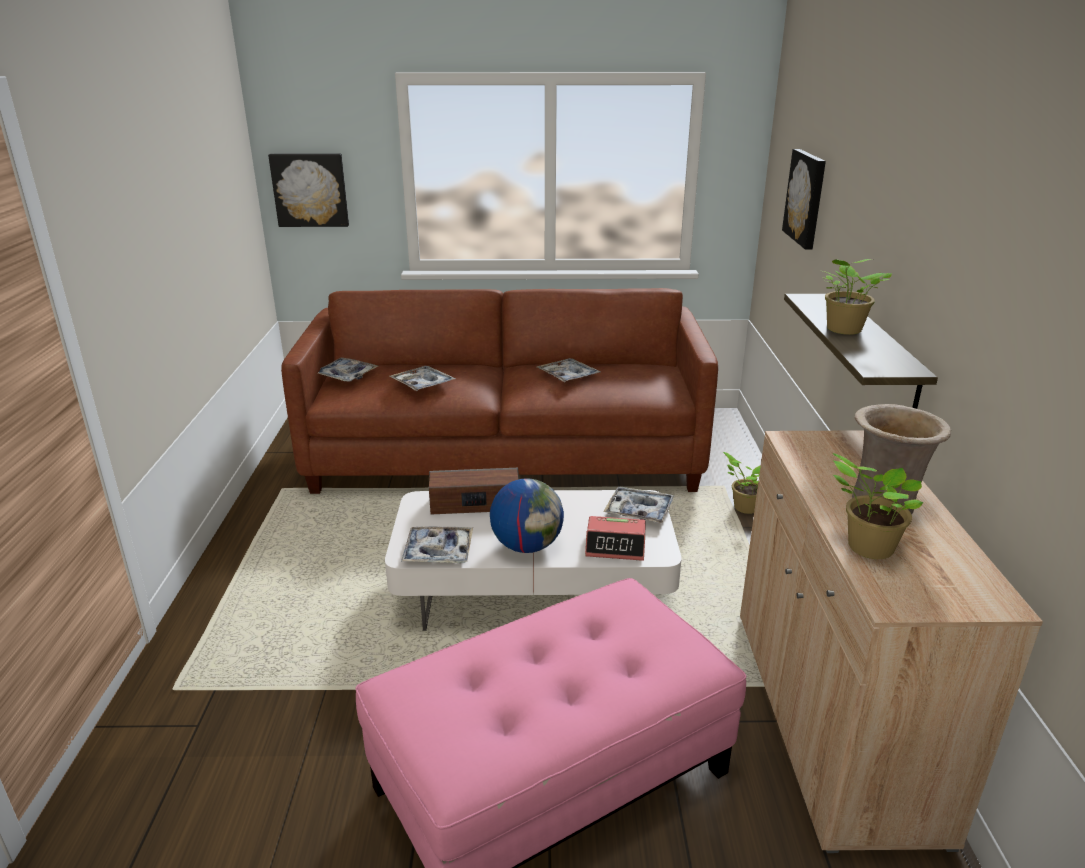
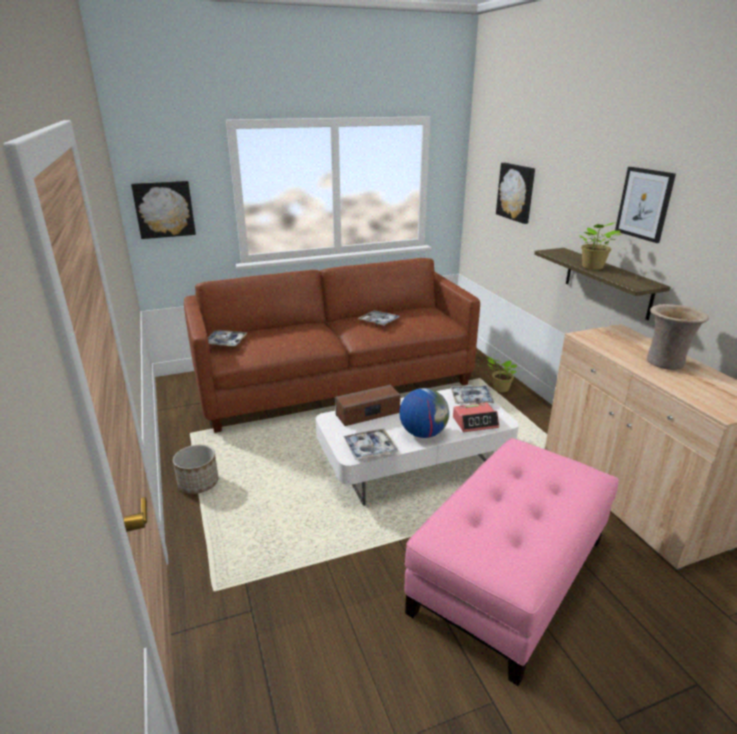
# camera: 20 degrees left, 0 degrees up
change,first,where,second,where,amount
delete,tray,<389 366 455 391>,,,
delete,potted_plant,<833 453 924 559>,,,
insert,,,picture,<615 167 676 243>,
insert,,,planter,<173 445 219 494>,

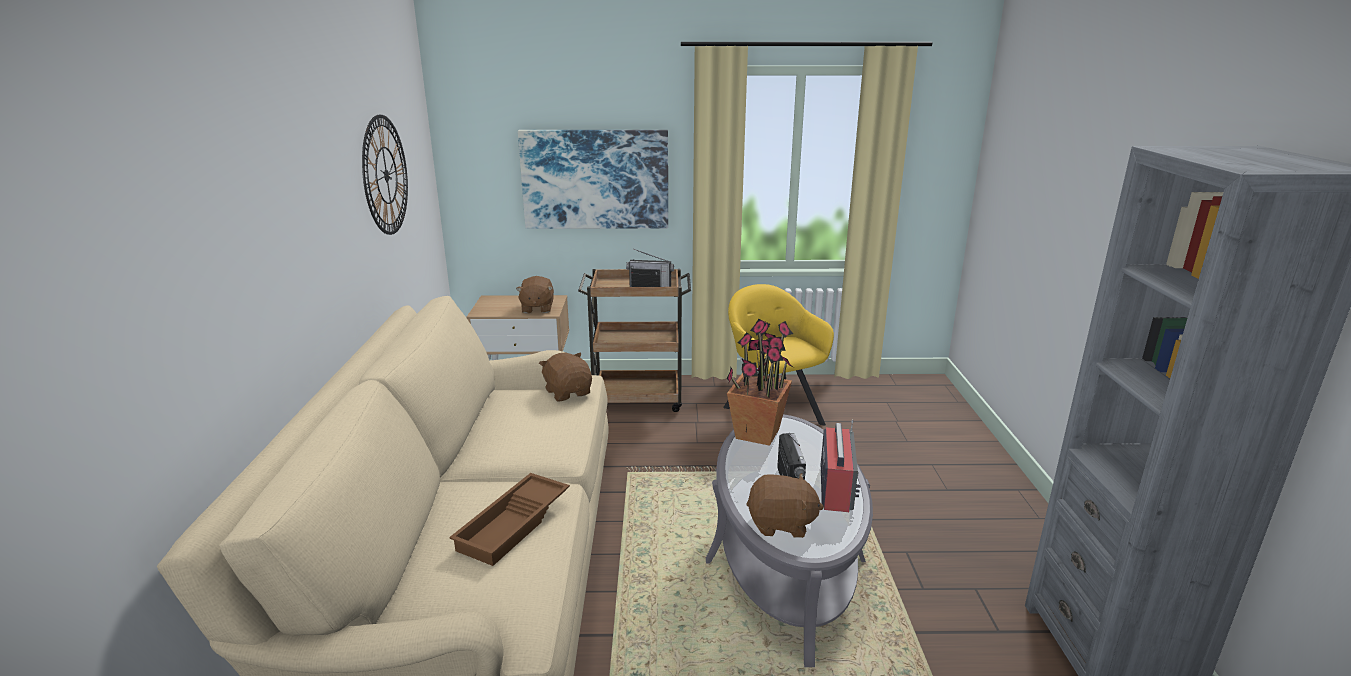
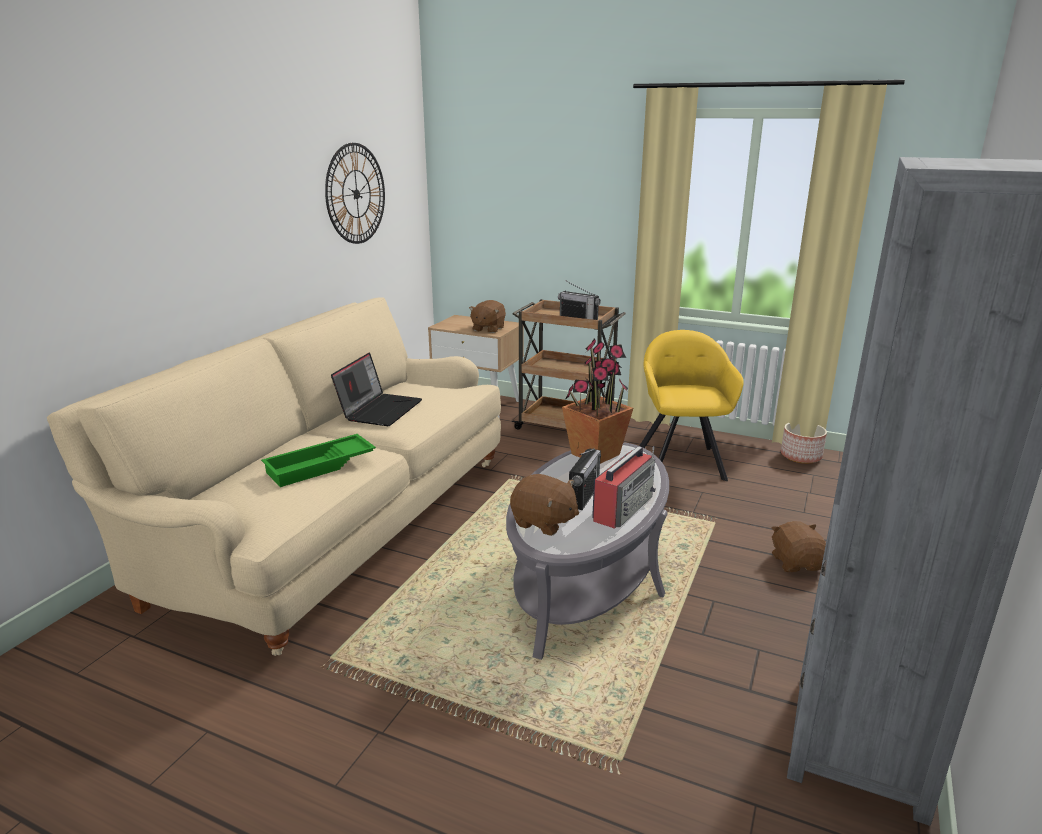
# camera: 25 degrees right, 0 degrees up
change,first,where,second,where,amount
delete,picture,<518 130 668 229>,,,
move,brown_plush_toy,<539 352 592 402>,,<772 521 826 572>,
recolor,brown_tray,<449 473 570 566>,green_tray,<261 434 376 487>,
insert,,,laptop,<331 352 422 426>,
insert,,,planter,<781 423 827 464>,

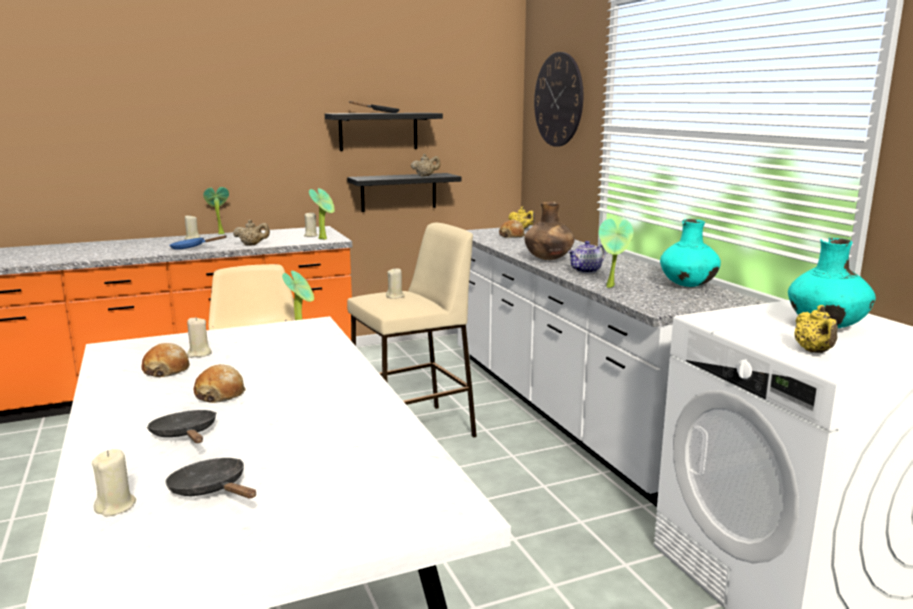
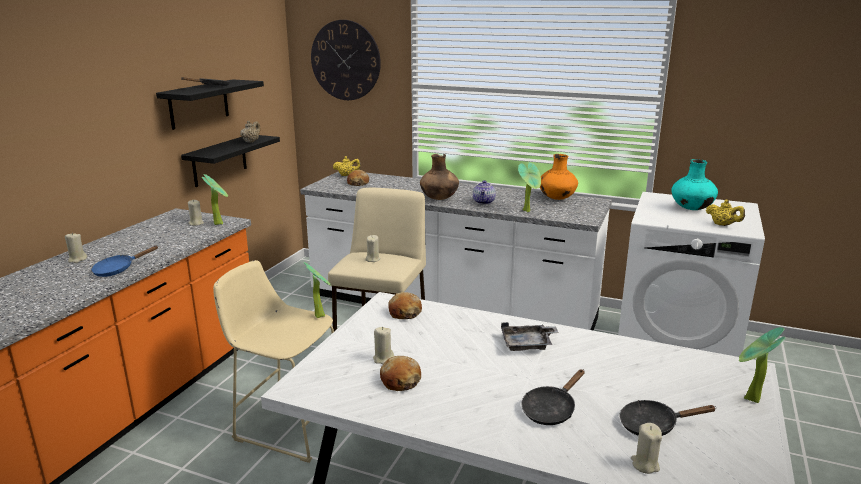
# camera: 45 degrees left, 5 degrees up
change,first,where,second,where,amount
move,potted_plant,<203 187 229 234>,,<739 327 785 403>,
recolor,turquoise_vase,<660 219 721 287>,orange_vase,<540 154 578 200>,
delete,beige_teapot,<233 220 270 246>,,,
move,bread,<193 364 246 403>,,<388 292 422 319>,
rotate,black_frying_pan,<147 410 217 443>,,<521 369 585 425>,60 degrees counterclockwise
insert,,,grey_tray,<501 322 558 351>,

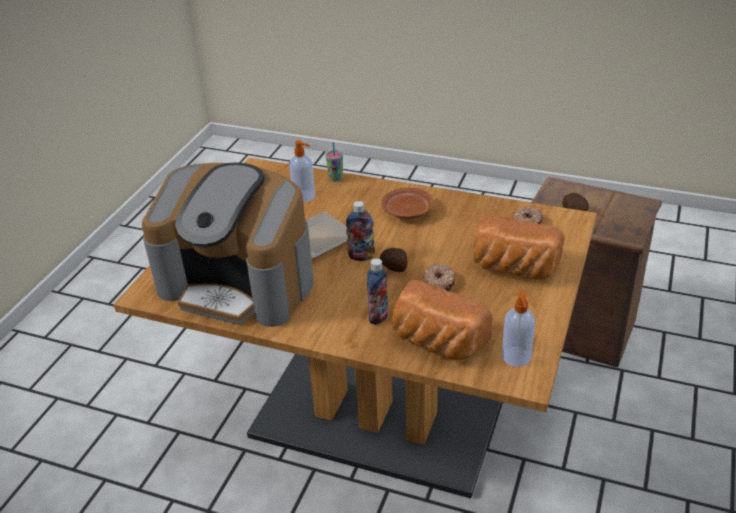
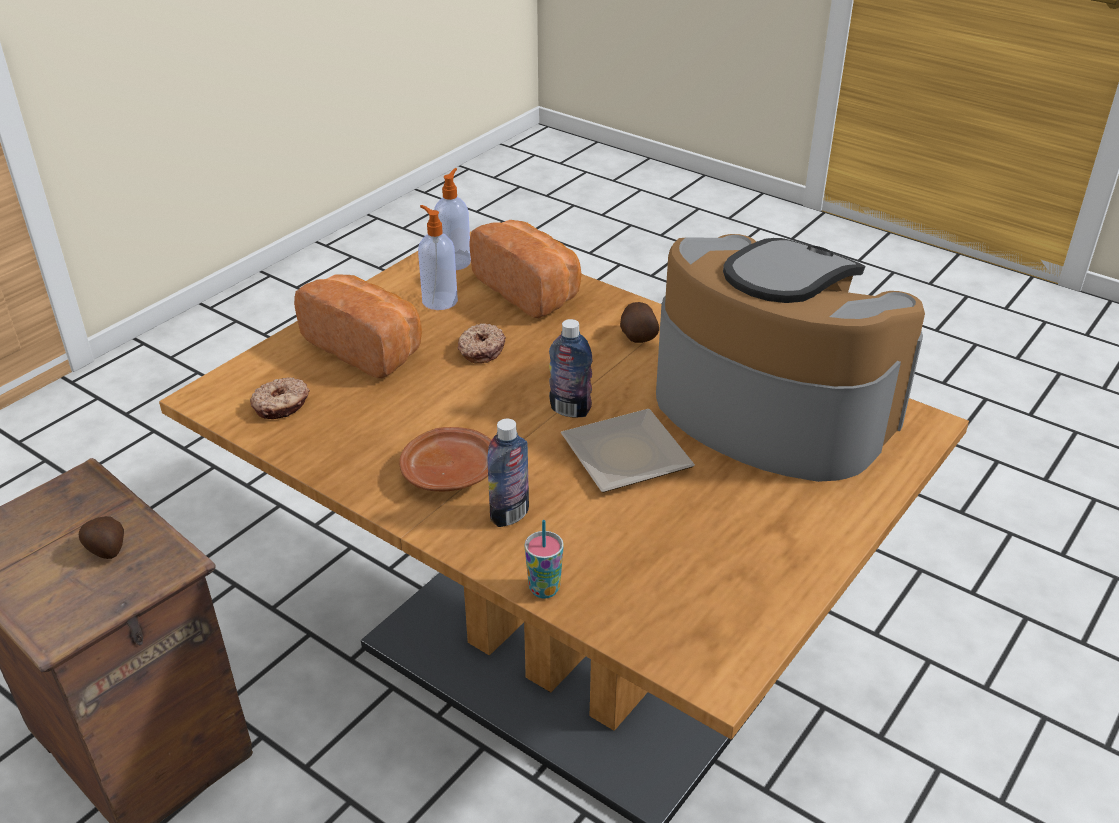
# camera: 165 degrees left, 0 degrees up
change,first,where,second,where,amount
move,soap_dispenser,<289 140 315 202>,,<418 205 458 310>,
move,potato,<380 248 407 272>,,<620 302 659 343>,
move,bottle,<367 258 388 325>,,<487 419 529 527>,

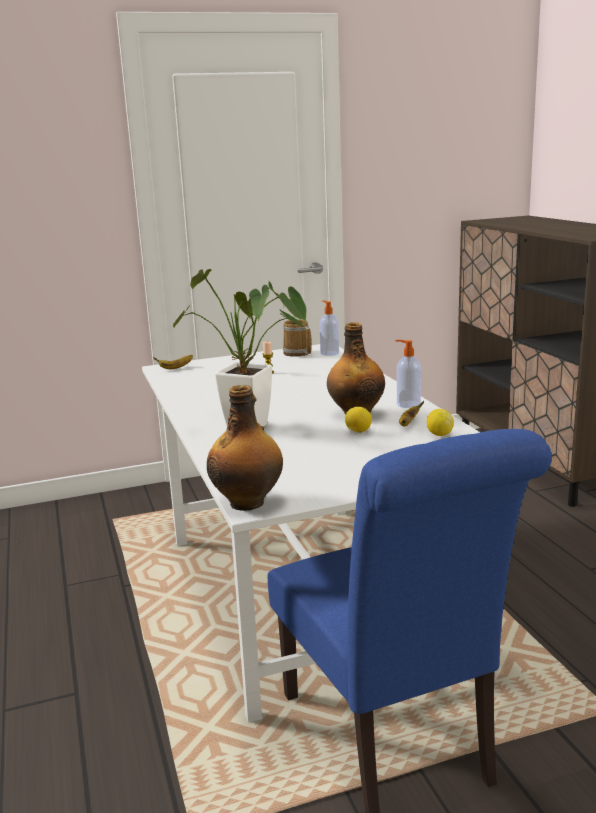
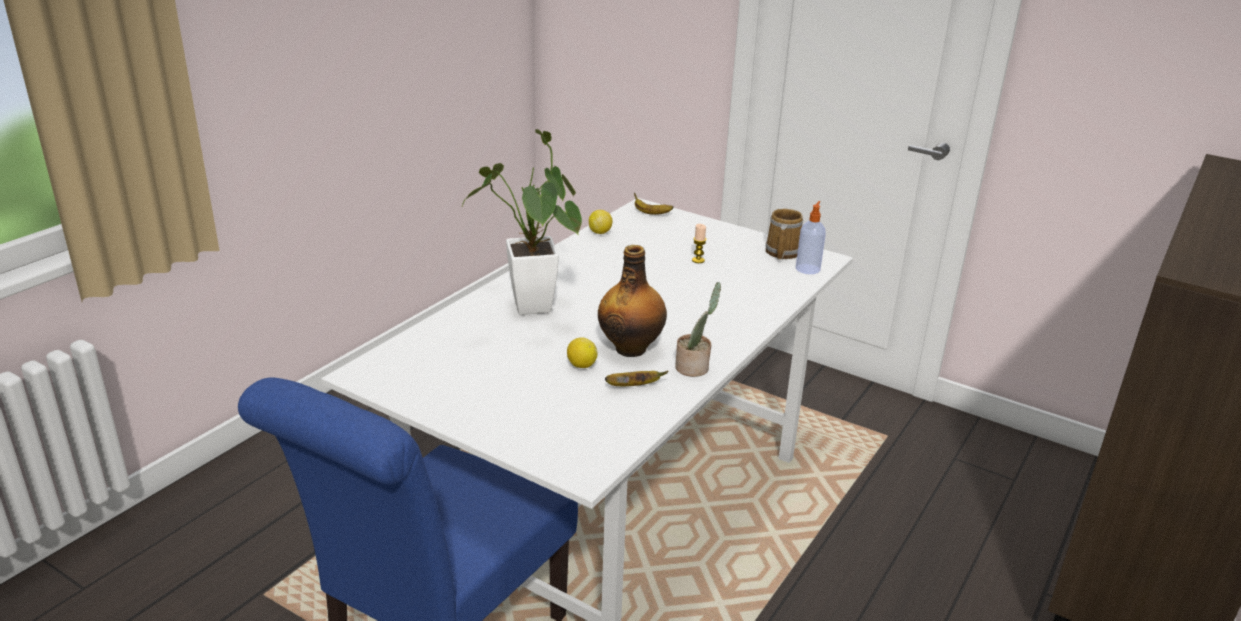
# camera: 50 degrees right, 10 degrees up
change,first,where,second,where,amount
replace,soap_dispenser,<395 340 421 408>,potted_plant,<675 282 721 377>,
delete,bottle,<207 385 283 511>,,,
move,lemon,<427 409 454 436>,,<589 210 613 234>,

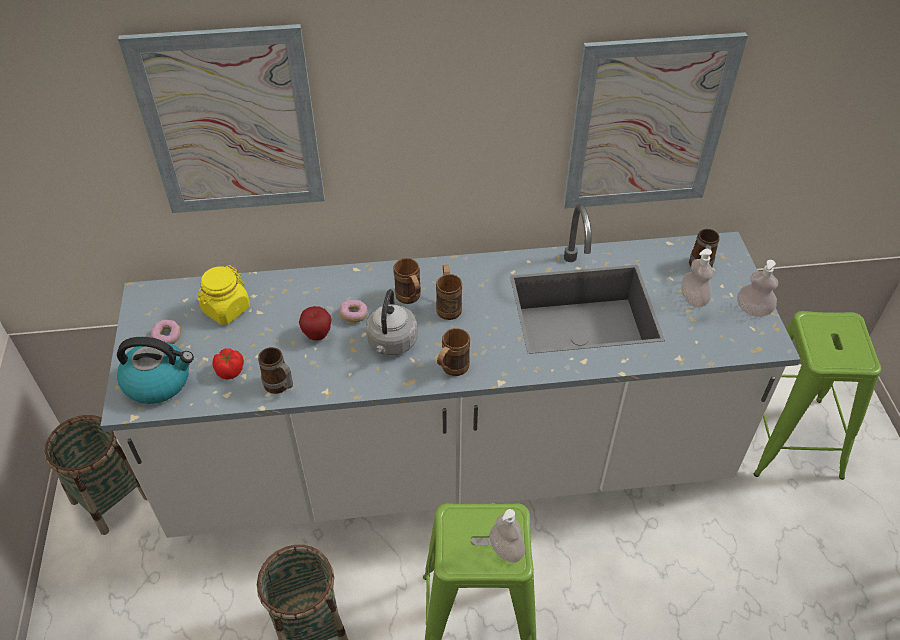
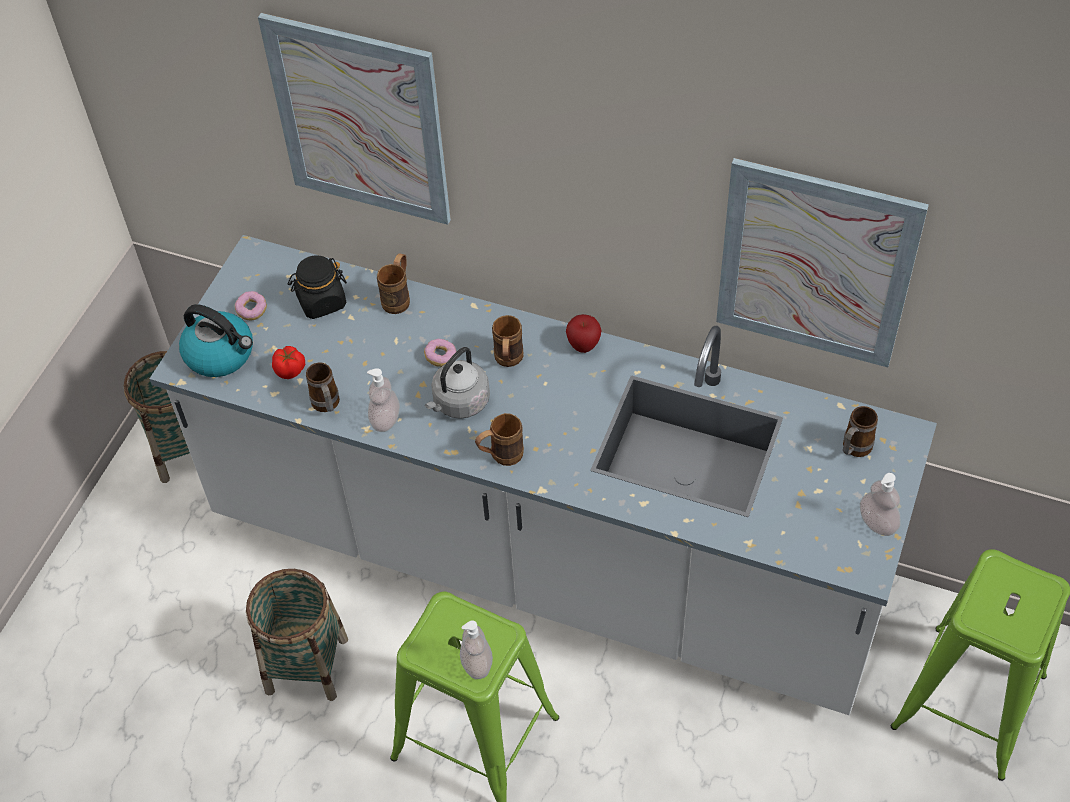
# camera: 30 degrees right, 5 degrees up
change,first,where,second,where,amount
move,soap_dispenser,<681 249 713 307>,,<367 368 400 432>,
recolor,yellow_jar,<197 265 250 325>,black_jar,<288 255 347 319>,
move,brown_mug,<436 265 462 320>,,<377 253 410 314>,
move,apple,<299 306 332 341>,,<566 314 602 353>,

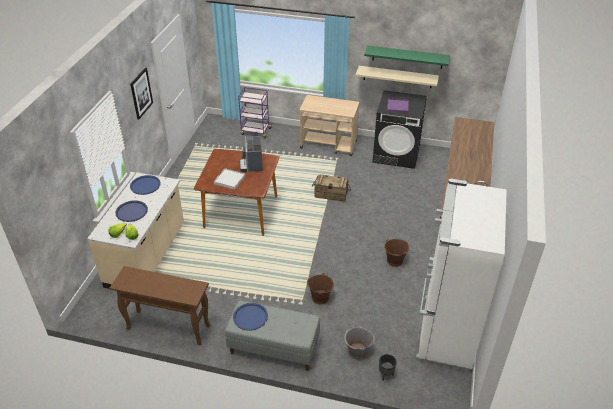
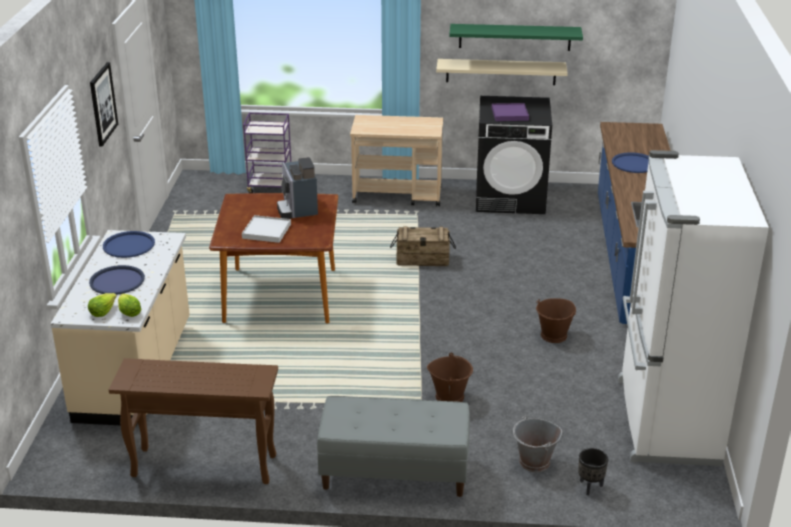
# camera: 10 degrees left, 10 degrees down
change,first,where,second,where,amount
move,blue_tray,<233 303 268 331>,,<612 152 649 173>,

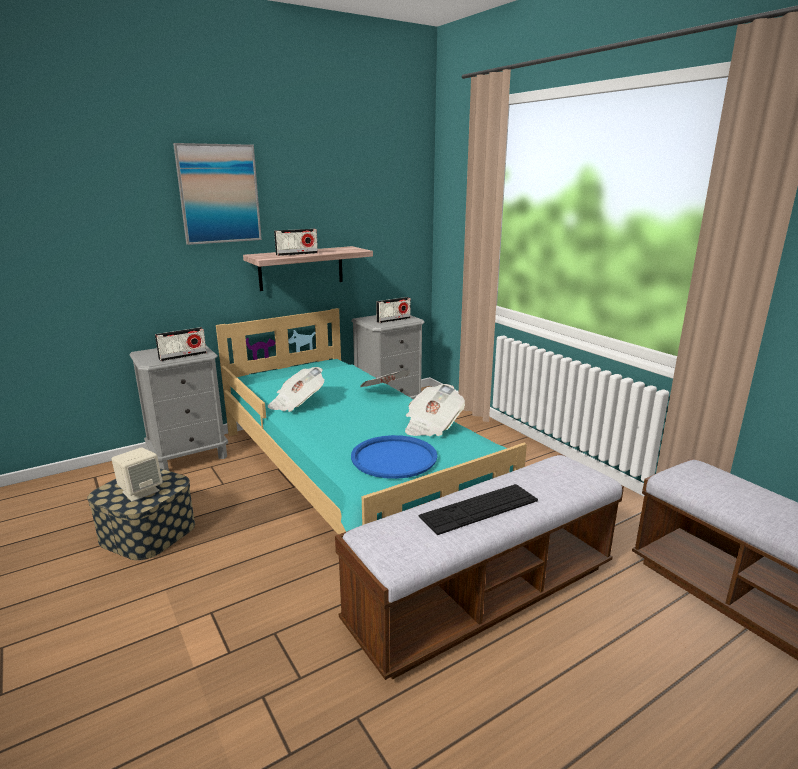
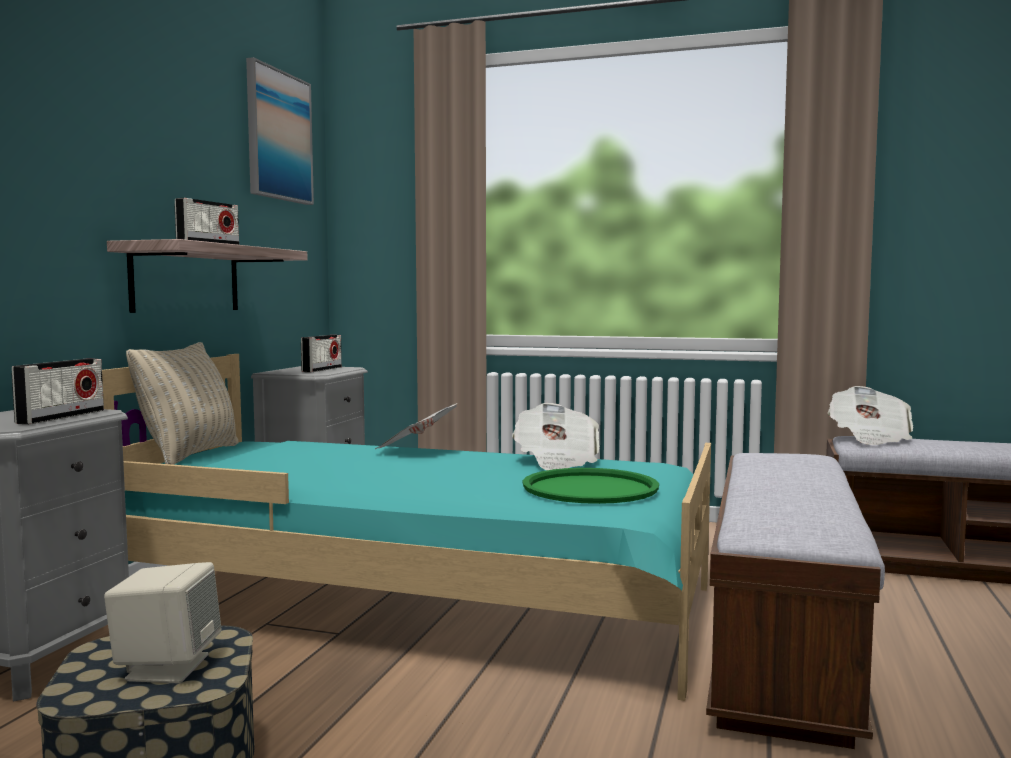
# camera: 40 degrees left, 15 degrees down
change,first,where,second,where,amount
move,picture,<173 143 262 245>,,<246 57 314 205>,
move,newspaper,<268 367 324 412>,,<827 386 913 445>,
recolor,blue_tray,<351 435 437 479>,green_tray,<523 468 659 504>,
delete,keyboard,<419 484 538 535>,,,
insert,,,beige_pillow,<126 342 239 465>,

